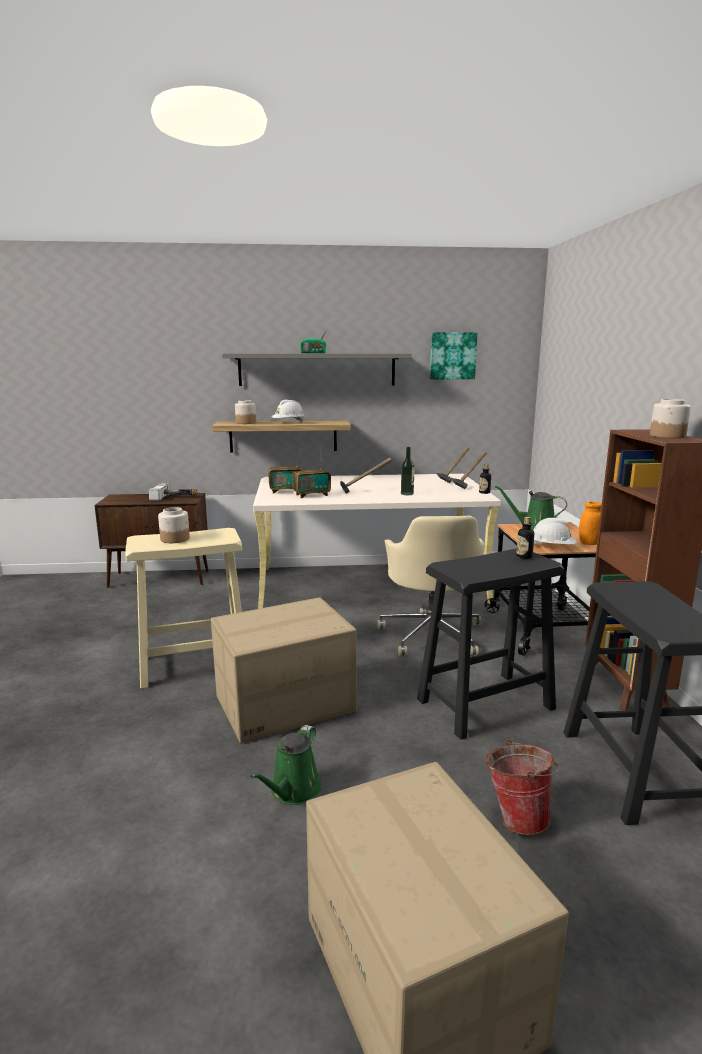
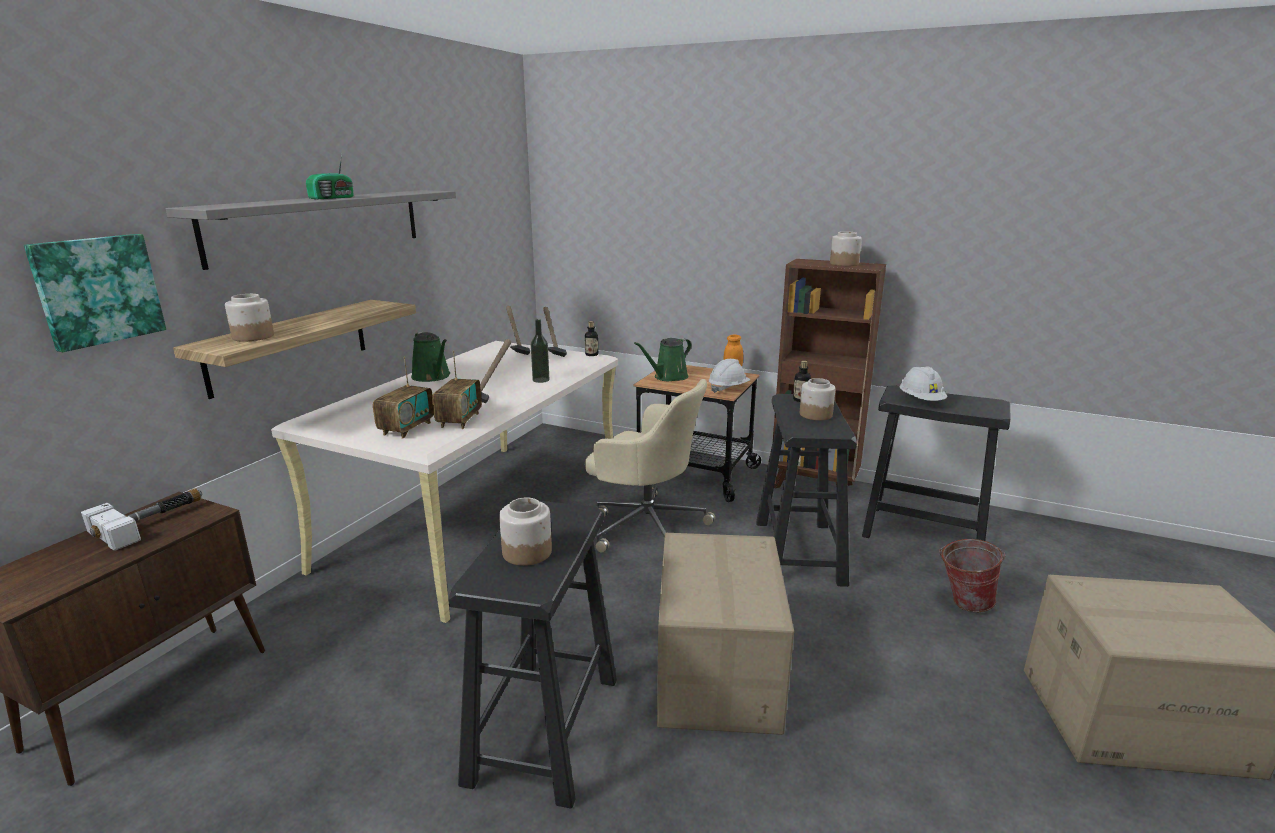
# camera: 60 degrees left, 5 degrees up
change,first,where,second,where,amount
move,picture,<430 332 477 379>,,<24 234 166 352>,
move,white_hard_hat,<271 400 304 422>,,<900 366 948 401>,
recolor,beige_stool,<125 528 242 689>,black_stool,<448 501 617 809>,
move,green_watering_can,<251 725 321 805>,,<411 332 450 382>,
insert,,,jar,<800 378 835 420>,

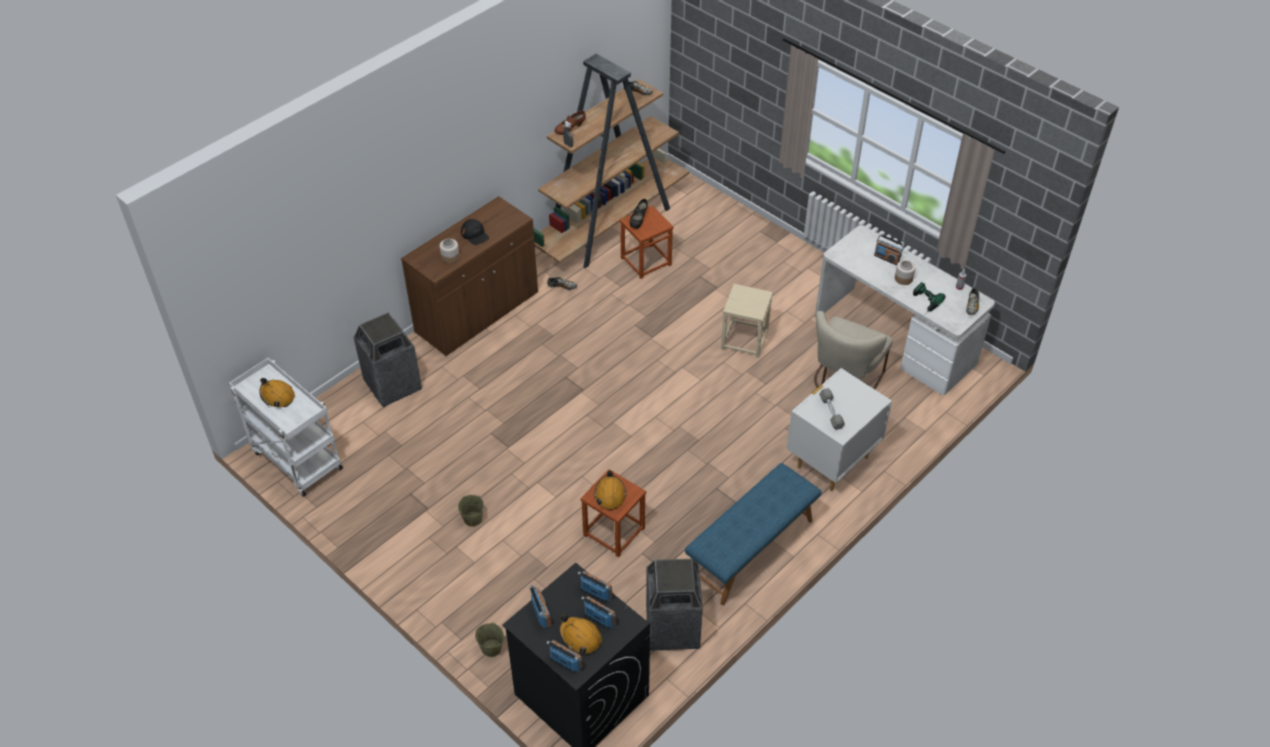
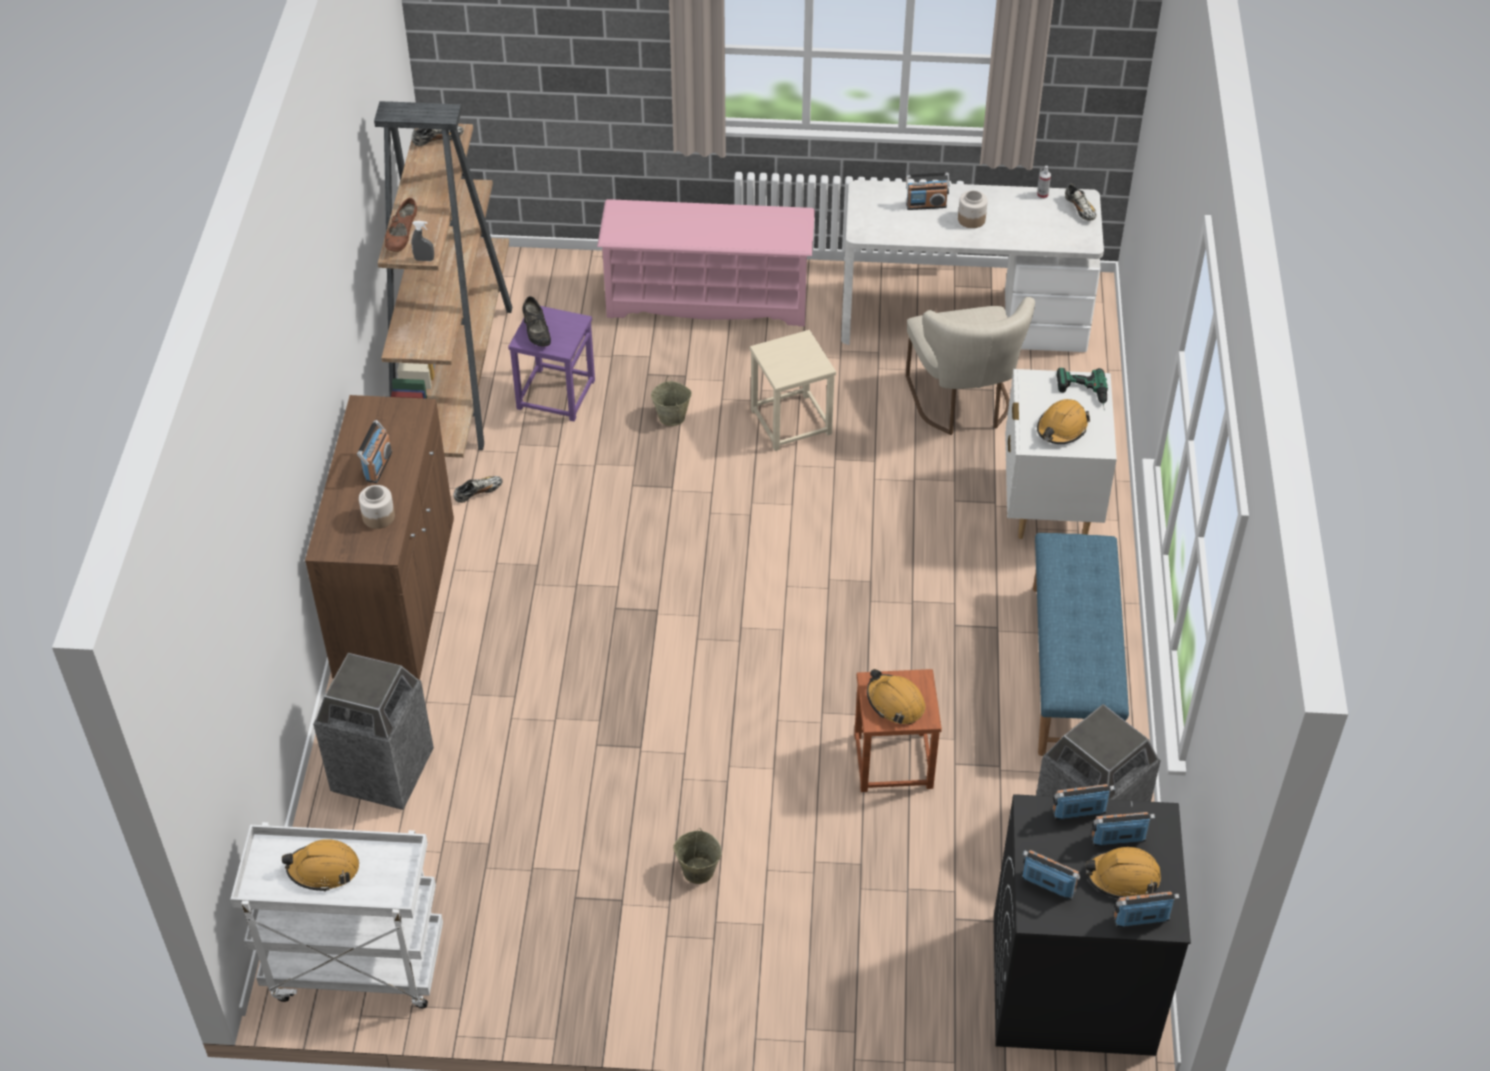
# camera: 40 degrees left, 0 degrees up
change,first,where,second,where,amount
recolor,brown_stool,<620 206 674 279>,purple_stool,<508 306 595 421>,
replace,black_cap,<461 219 489 245>,radio,<357 420 392 483>,
move,power_drill,<913 282 946 315>,,<1056 368 1108 411>,
replace,grey_dumbbell,<819 388 845 430>,orange_hard_hat,<1037 399 1090 444>,
move,beige_bucket,<475 623 504 657>,,<651 376 692 426>,
insert,,,pink_shoe_rack,<597 199 815 326>,

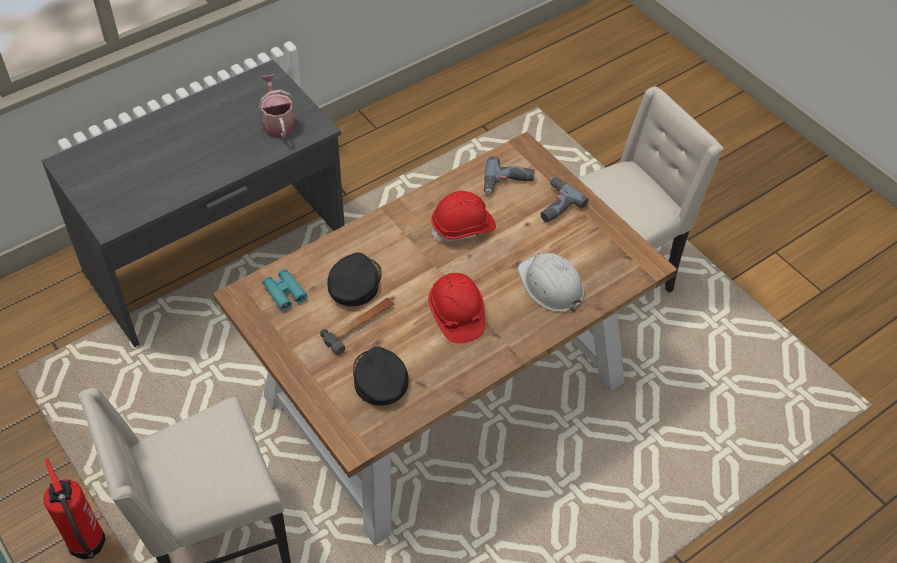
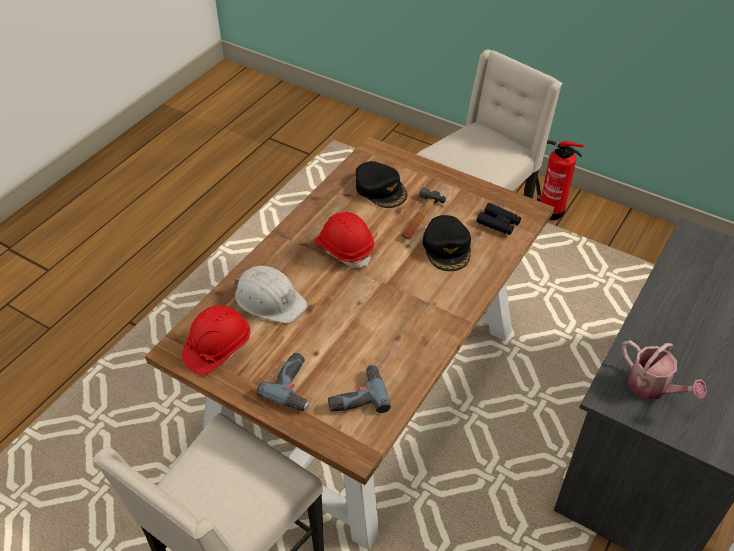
# camera: 160 degrees right, 5 degrees down
change,first,where,second,where,amount
move,red_hard_hat,<431 191 496 243>,,<182 305 250 376>,
recolor,turquoise_binoculars,<262 269 307 311>,black_binoculars,<477 203 521 235>,

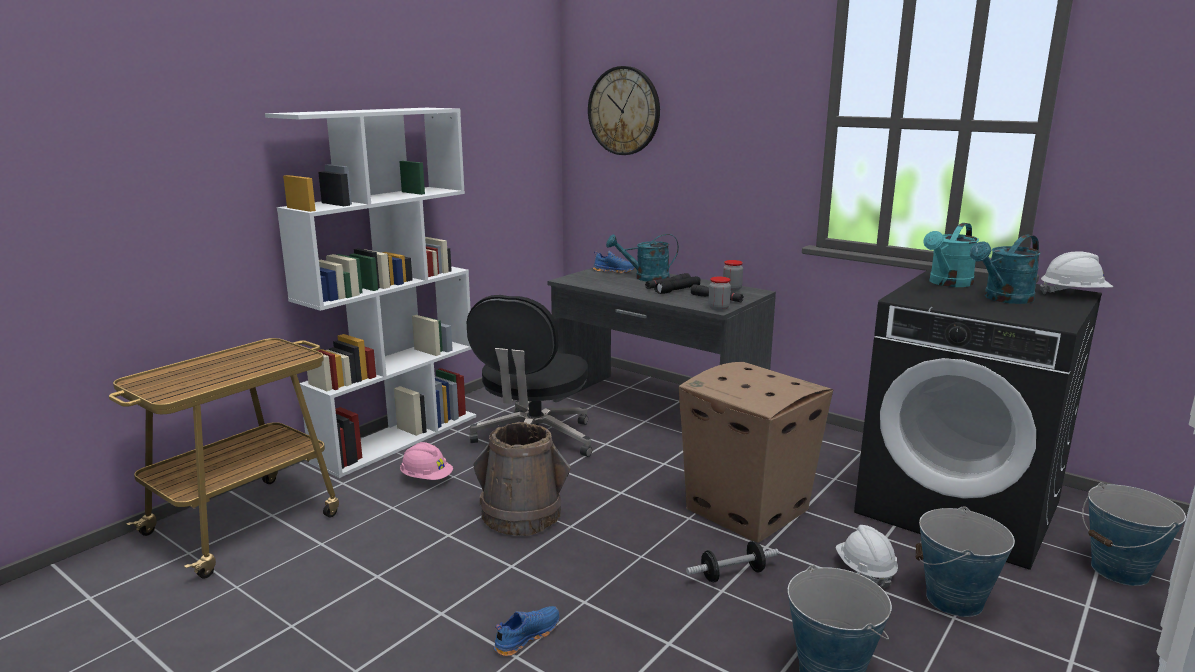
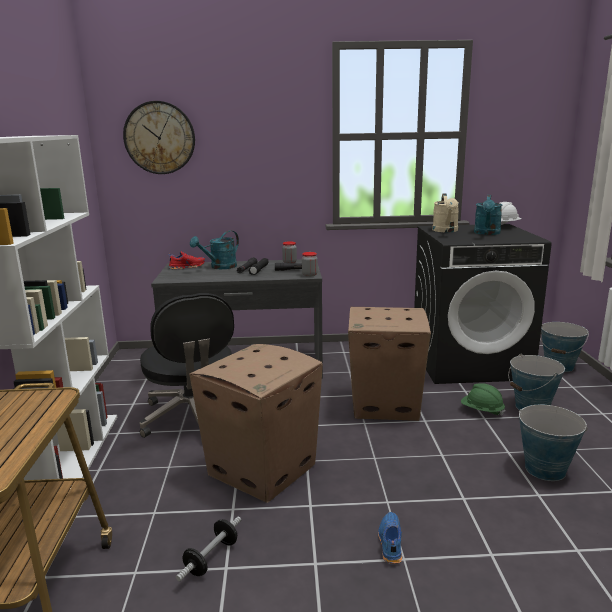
# camera: 40 degrees left, 0 degrees up
change,first,where,second,where,amount
recolor,turquoise_watering_can,<923 223 979 287>,beige_watering_can,<432 193 459 232>,
recolor,blue_shoe,<593 251 635 273>,red_shoe,<168 252 205 270>,
replace,brown_bucket,<473 422 571 536>,cardboard_box,<189 344 323 503>,
delete,pink_hard_hat,<400 442 453 480>,,,
recolor,white_hard_hat,<835 525 898 588>,green_hard_hat,<461 383 505 416>,
move,dumbbell,<686 541 779 583>,,<176 516 241 582>,

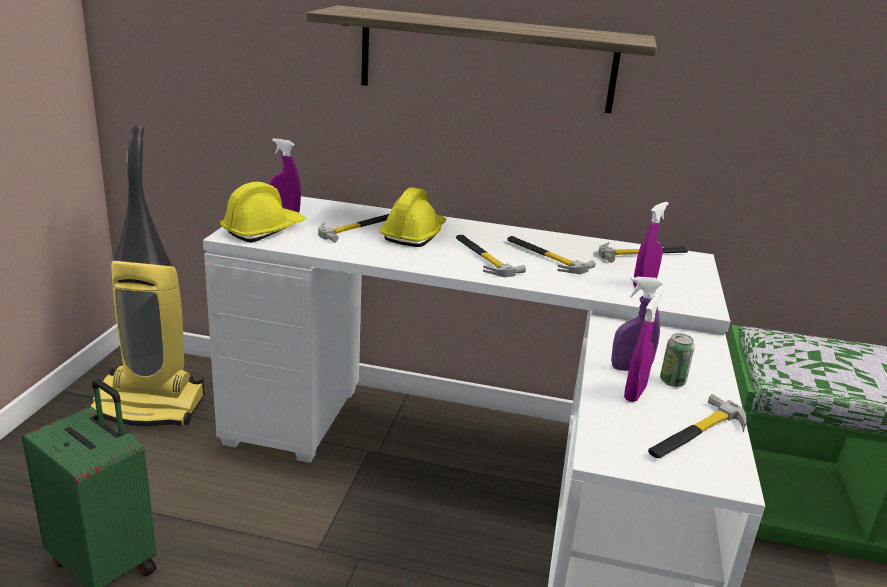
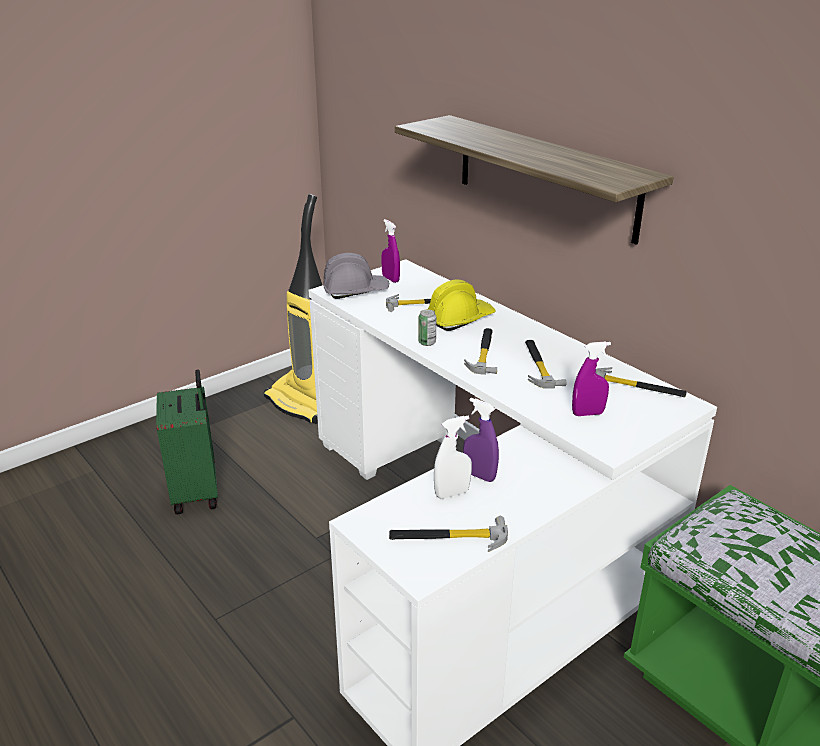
# camera: 40 degrees right, 5 degrees up
change,first,where,second,where,amount
recolor,yellow_hard_hat,<220 182 306 242>,grey_hard_hat,<324 253 389 299>,
recolor,purple_spray_bottle,<624 293 661 402>,white_spray_bottle,<434 416 472 499>,
move,can,<660 333 695 387>,,<418 309 437 346>,

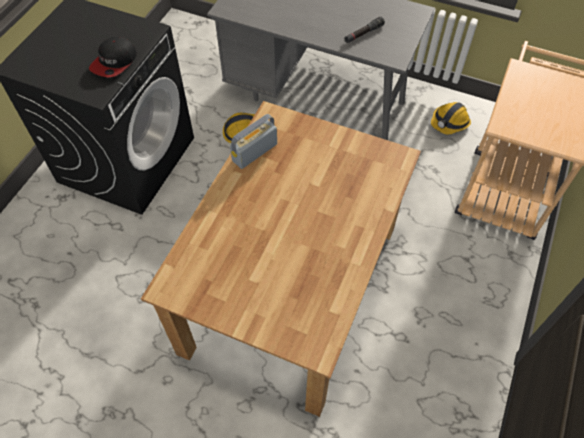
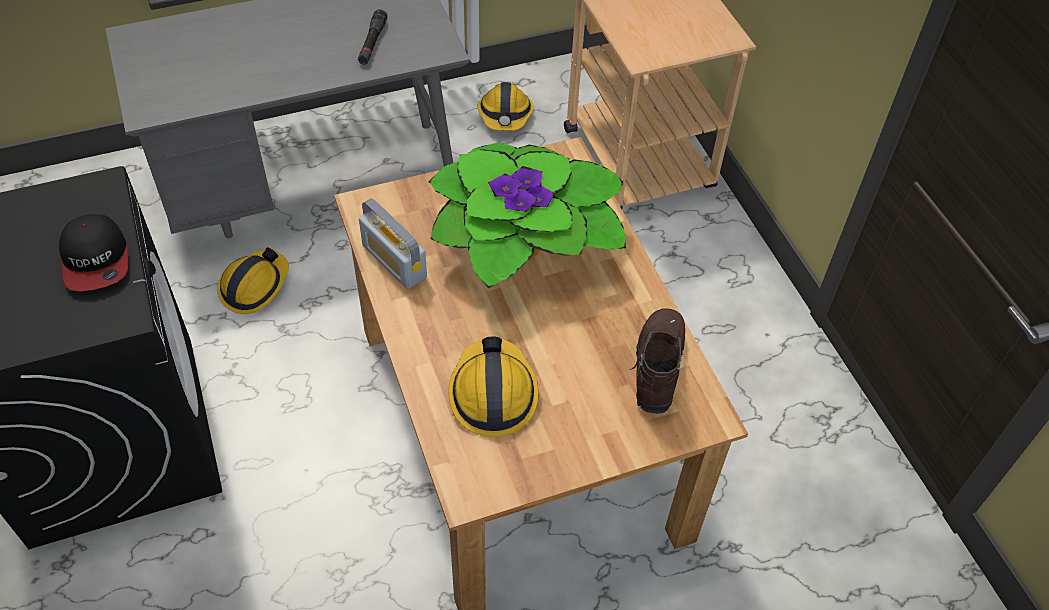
# camera: 45 degrees left, 5 degrees down
change,first,where,second,where,amount
rotate,radio,<230 114 277 169>,,<359 198 427 289>,45 degrees counterclockwise
insert,,,potted_plant,<428 143 626 289>,
insert,,,brown_boot,<629 308 685 414>,
insert,,,hard_hat,<448 336 539 437>,

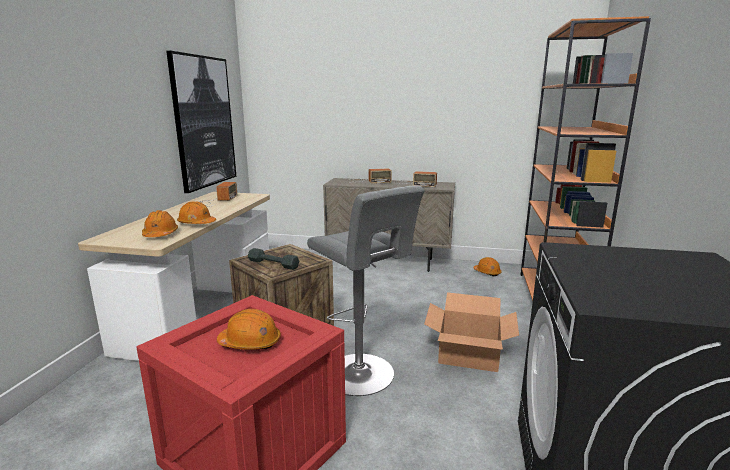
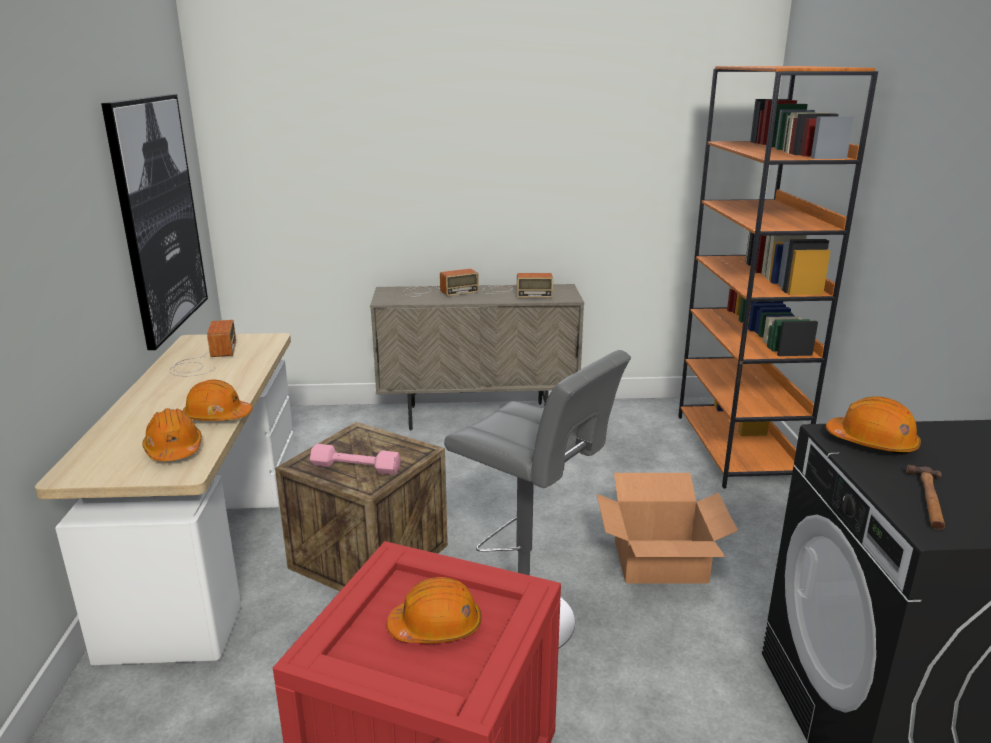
# camera: 15 degrees left, 5 degrees up
change,first,where,second,where,amount
recolor,grey_dumbbell,<248 248 299 270>,pink_dumbbell,<310 444 401 475>,
move,orange_hard_hat,<473 257 502 276>,,<826 396 921 455>,
insert,,,hammer,<906 465 945 530>,

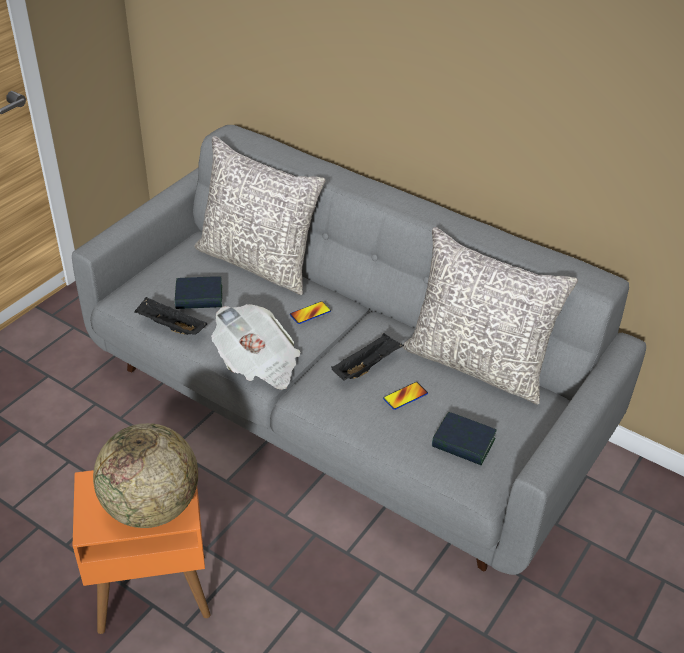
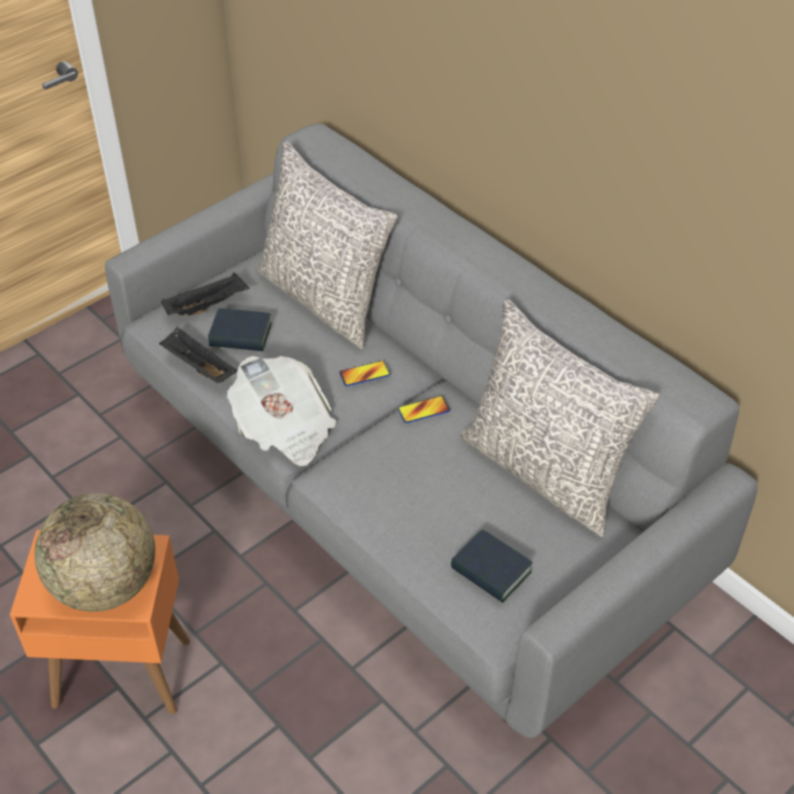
# camera: 15 degrees right, 5 degrees up
change,first,where,second,where,amount
move,black_tray,<331 333 404 381>,,<161 273 250 316>,
move,phone,<383 382 428 410>,,<398 396 450 423>,

